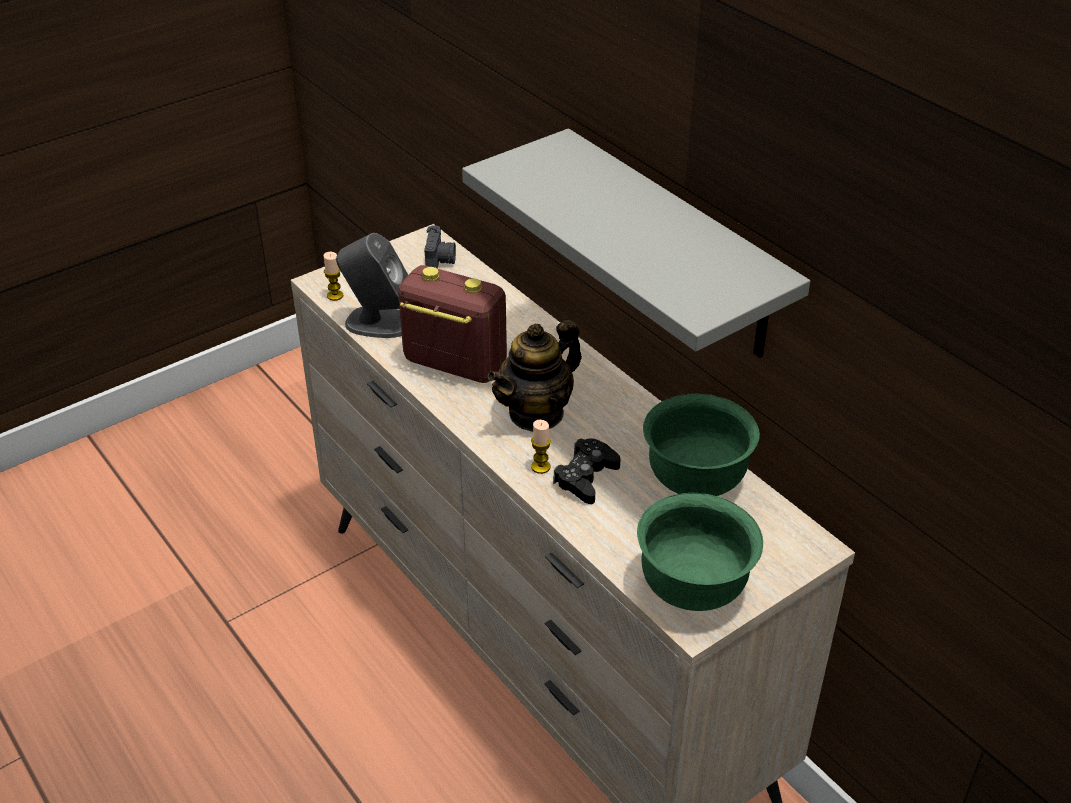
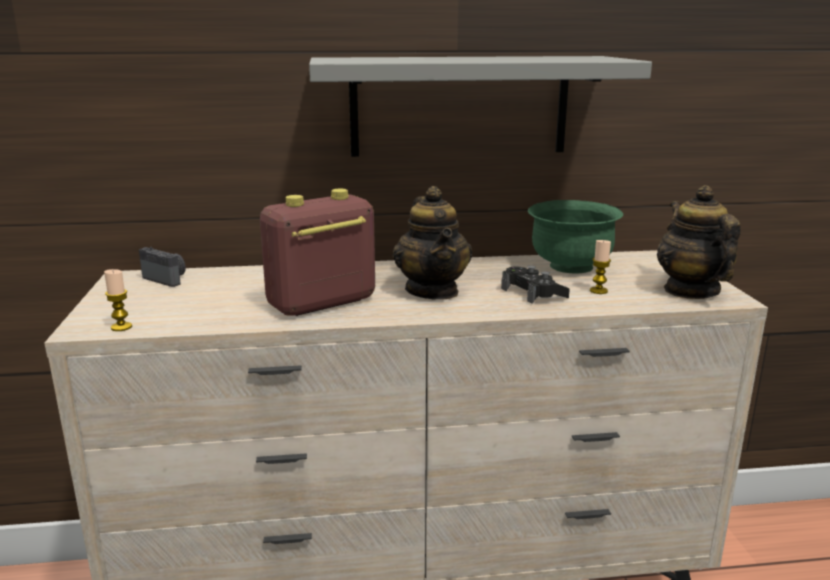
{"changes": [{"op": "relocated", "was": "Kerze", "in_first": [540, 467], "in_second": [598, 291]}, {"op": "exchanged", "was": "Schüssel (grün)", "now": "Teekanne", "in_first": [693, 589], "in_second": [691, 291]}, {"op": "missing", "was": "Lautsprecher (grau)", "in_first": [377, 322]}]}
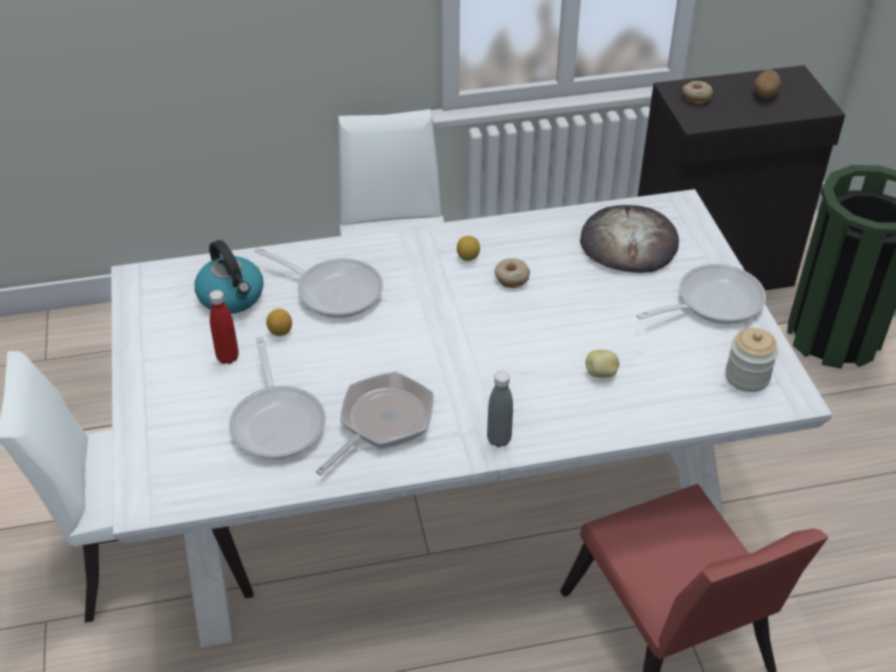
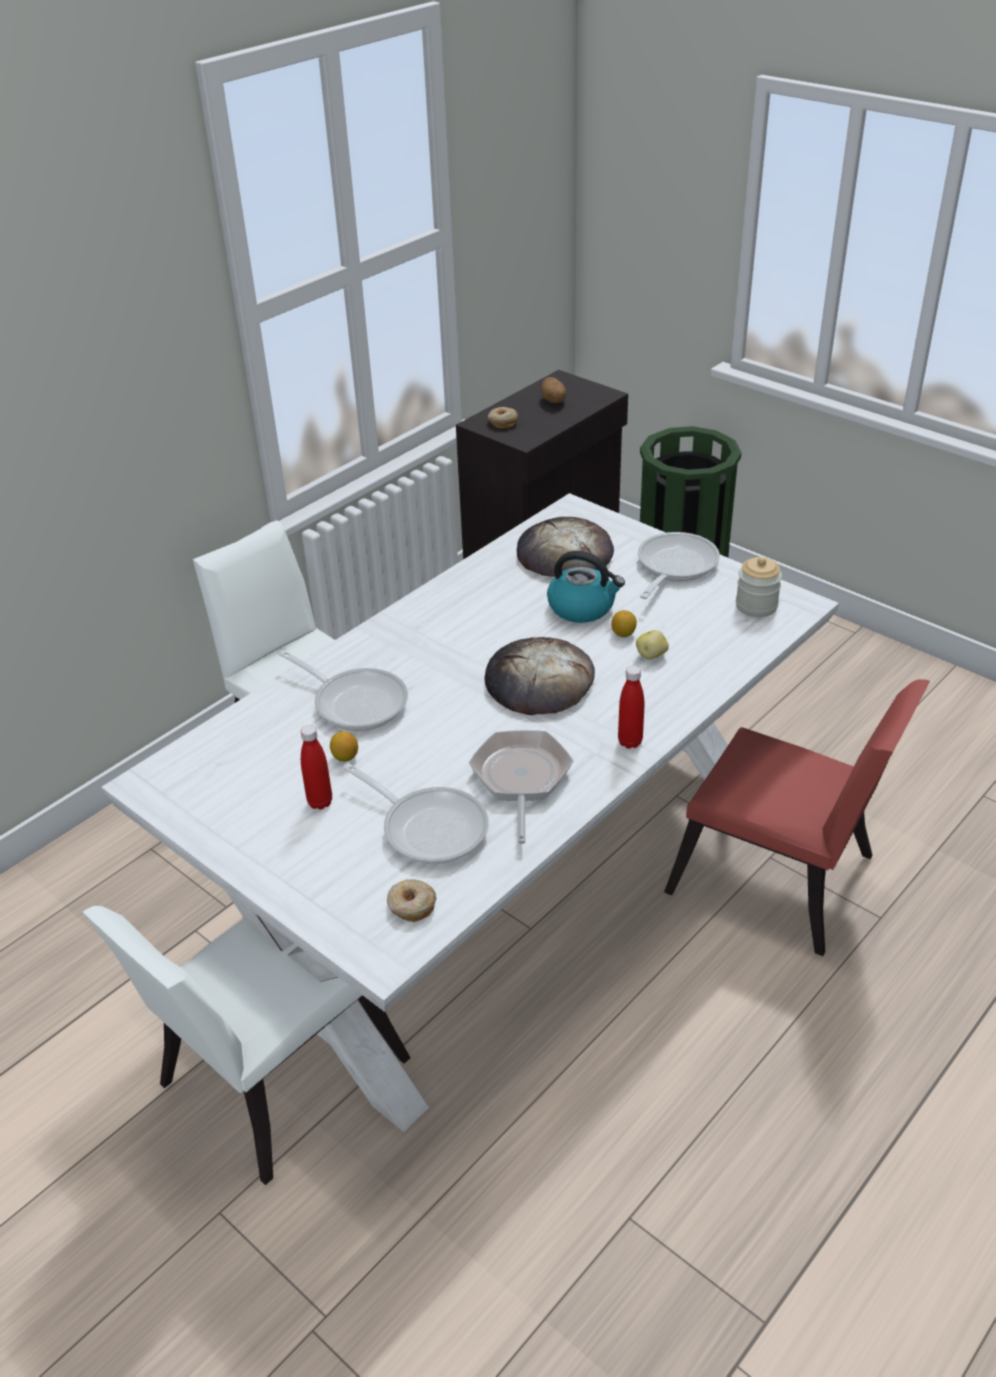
{"changes": [{"op": "spun", "was": "Pfanne", "in_first": [333, 290], "in_second": [355, 701], "clockwise": 45}, {"op": "relocated", "was": "Donut", "in_first": [511, 277], "in_second": [411, 906]}, {"op": "appeared", "now": "Brot", "in_second": [539, 681]}, {"op": "relocated", "was": "Wasserkessel", "in_first": [232, 297], "in_second": [582, 607]}, {"op": "relocated", "was": "Zitrone", "in_first": [468, 257], "in_second": [623, 634]}, {"op": "colour", "was": "Flasche (grau)", "now": "Flasche (rot)", "in_first": [499, 439], "in_second": [630, 742]}]}
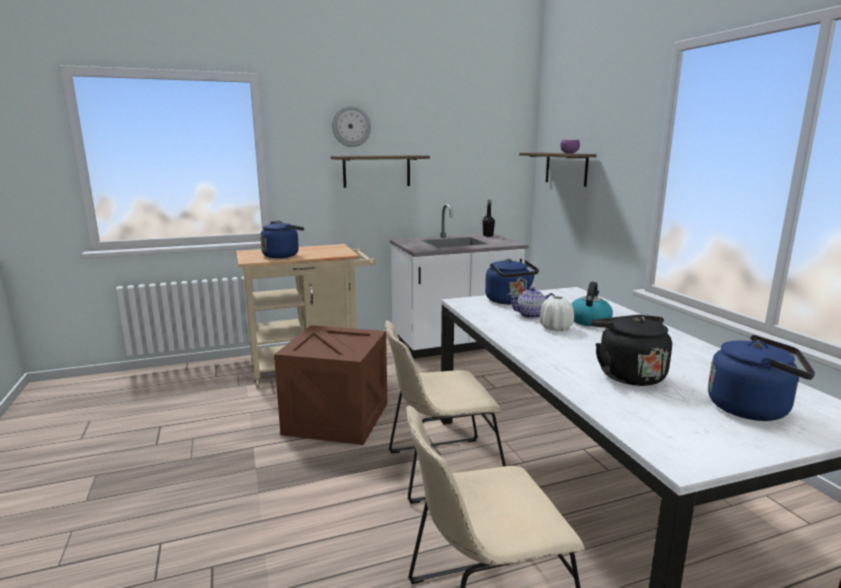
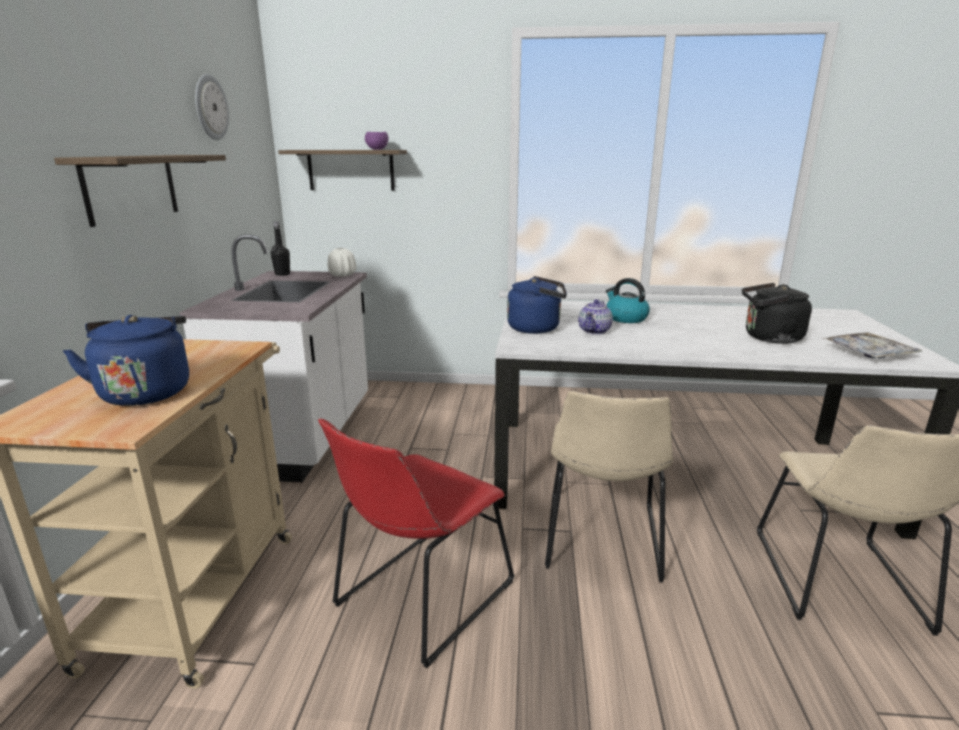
{"changes": [{"op": "relocated", "was": "Wanduhr", "in_first": [351, 126], "in_second": [210, 107]}, {"op": "exchanged", "was": "Kiste", "now": "Stuhl (rot)", "in_first": [337, 418], "in_second": [420, 598]}, {"op": "relocated", "was": "Vase (weiß)", "in_first": [555, 328], "in_second": [342, 275]}, {"op": "appeared", "now": "Tablett", "in_second": [869, 353]}, {"op": "missing", "was": "Wasserkessel (blau)", "in_first": [753, 409]}]}
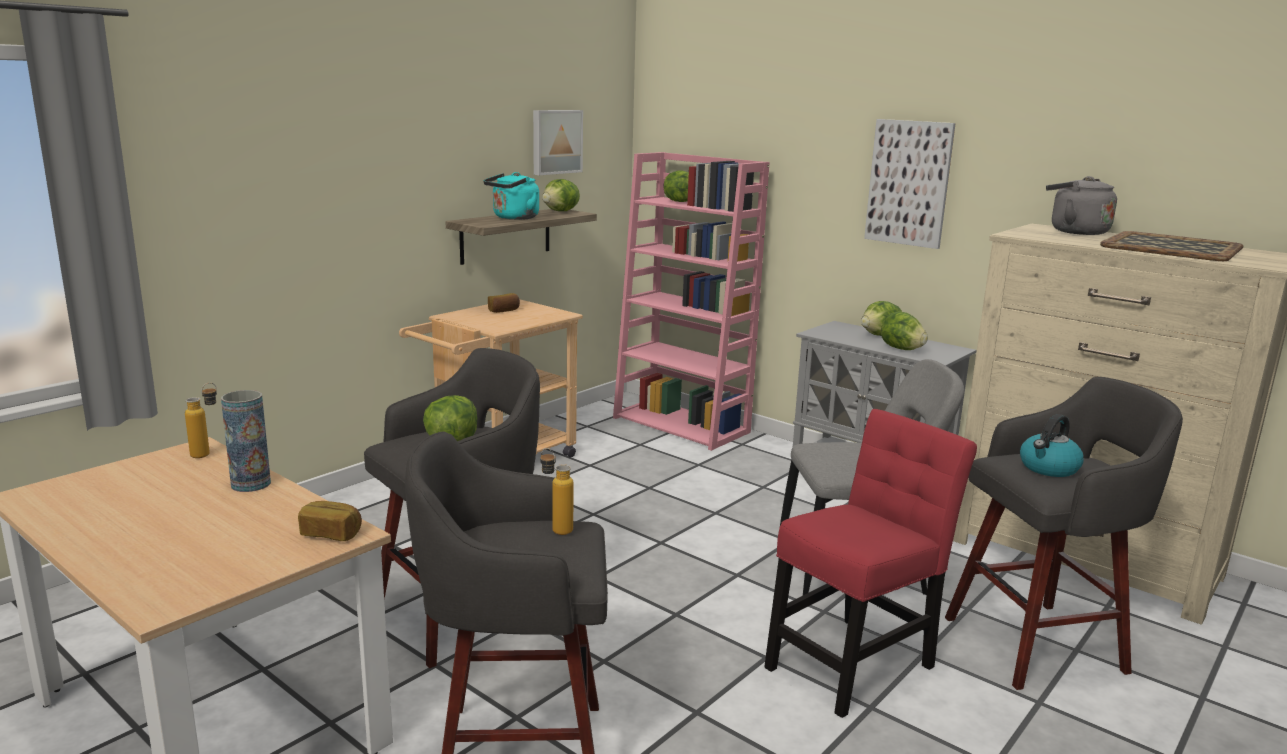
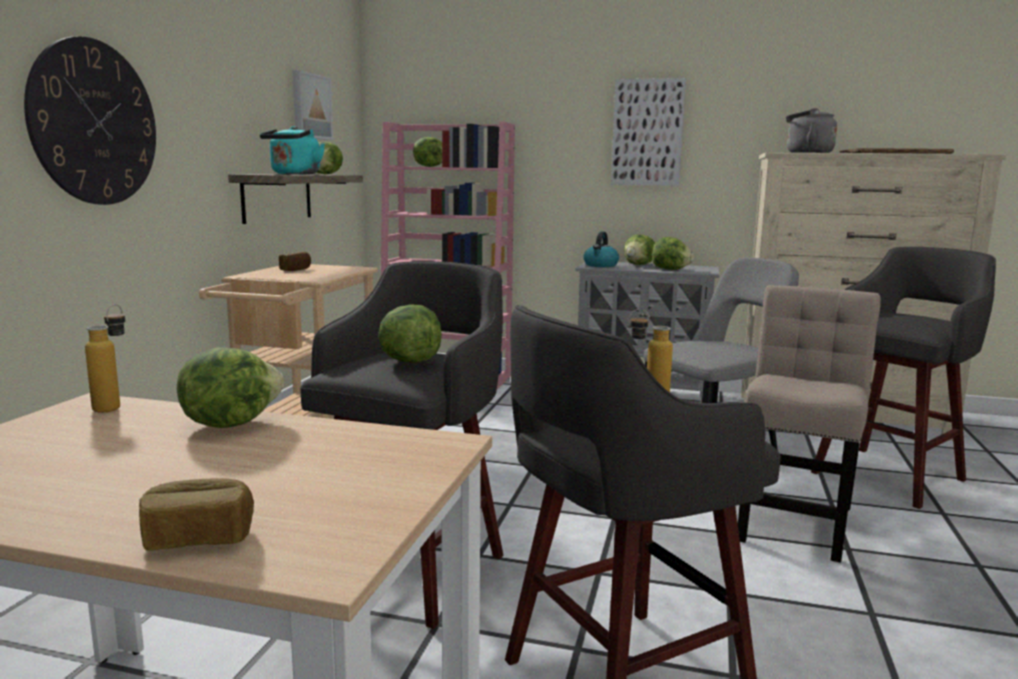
{"changes": [{"op": "appeared", "now": "Wanduhr", "in_second": [94, 123]}, {"op": "relocated", "was": "Brot", "in_first": [331, 534], "in_second": [199, 538]}, {"op": "exchanged", "was": "Vase", "now": "Salatkopf", "in_first": [251, 484], "in_second": [230, 423]}, {"op": "relocated", "was": "Wasserkessel", "in_first": [1048, 468], "in_second": [600, 265]}, {"op": "colour", "was": "Stuhl (rot)", "now": "Stuhl (beige)", "in_first": [854, 662], "in_second": [794, 519]}]}
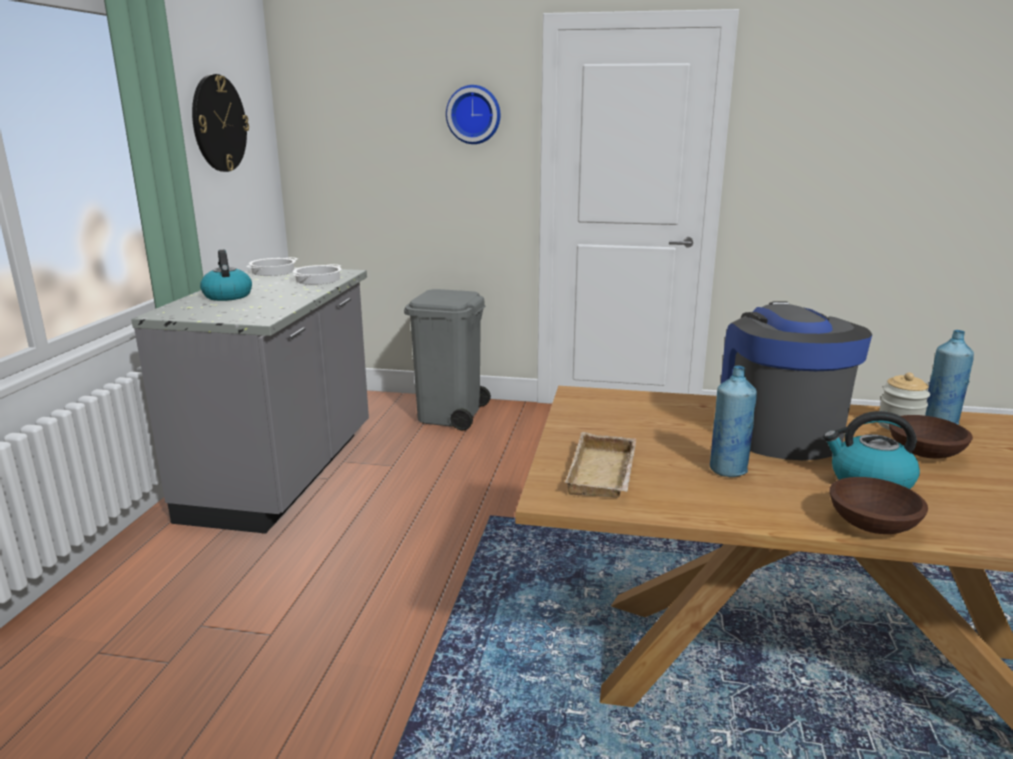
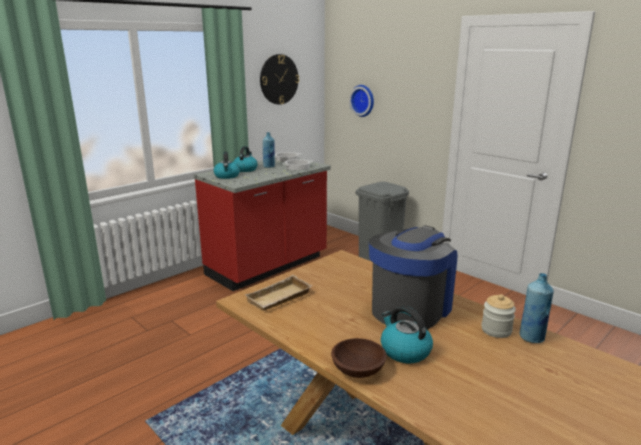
{"changes": [{"op": "colour", "was": "Küchenzeile (grau)", "now": "Küchenzeile (rot)", "in_first": [284, 475], "in_second": [268, 267]}, {"op": "appeared", "now": "Wasserkessel", "in_second": [227, 176]}, {"op": "relocated", "was": "Flasche (blau)", "in_first": [728, 470], "in_second": [269, 167]}, {"op": "relocated", "was": "Wanduhr", "in_first": [474, 114], "in_second": [363, 100]}, {"op": "missing", "was": "Schüssel (braun)", "in_first": [923, 452]}]}
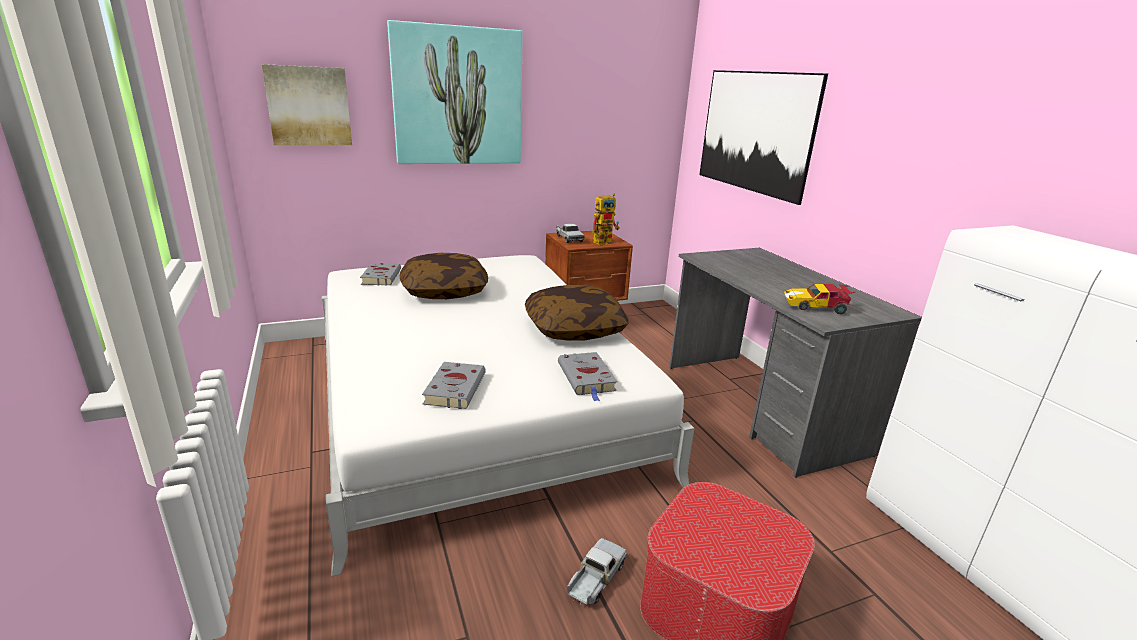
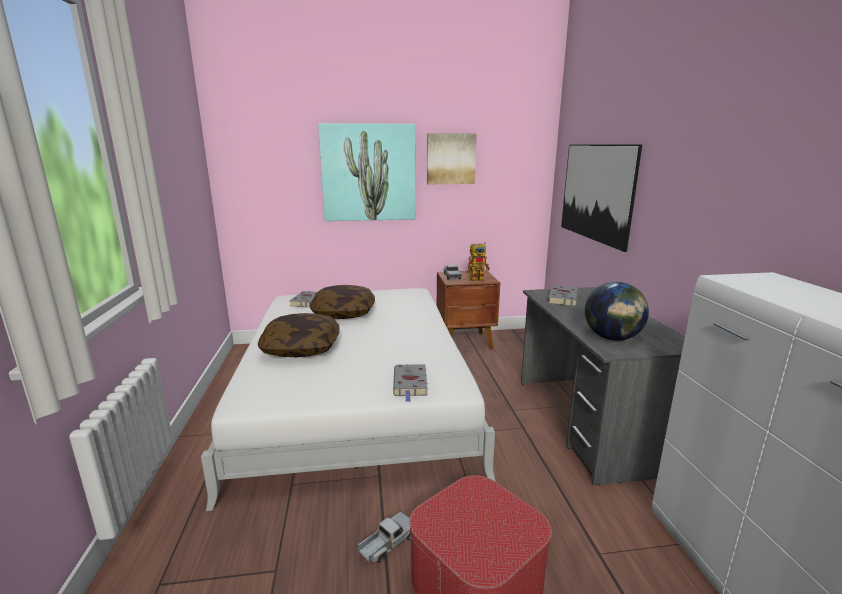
{"changes": [{"op": "relocated", "was": "Kissen", "in_first": [574, 329], "in_second": [301, 348]}, {"op": "relocated", "was": "Bild", "in_first": [309, 106], "in_second": [450, 159]}, {"op": "relocated", "was": "Buch (grau)", "in_first": [455, 388], "in_second": [563, 298]}, {"op": "exchanged", "was": "Spielzeugauto", "now": "Globus", "in_first": [816, 307], "in_second": [612, 338]}]}
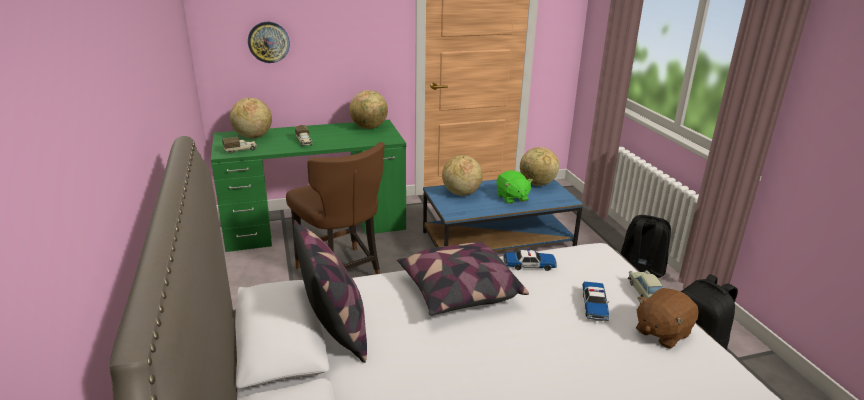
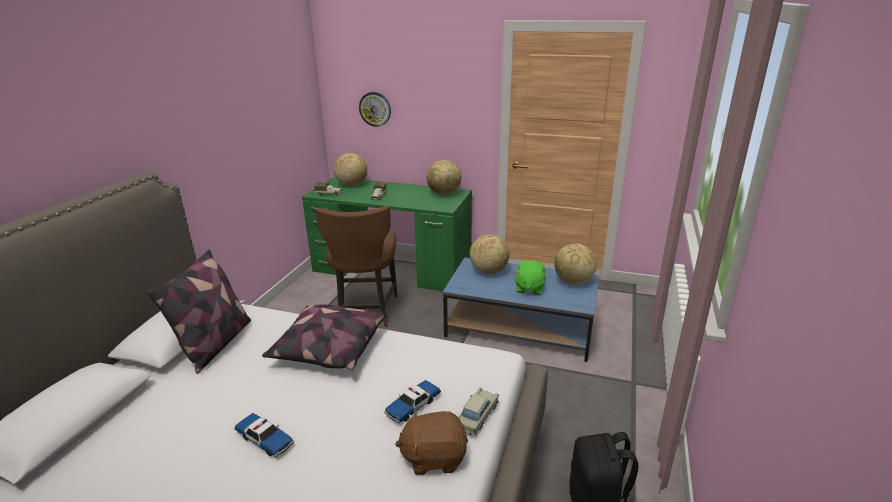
{"changes": [{"op": "relocated", "was": "Spielzeugauto", "in_first": [529, 265], "in_second": [265, 439]}, {"op": "missing", "was": "Rucksack (schwarz)", "in_first": [640, 271]}]}
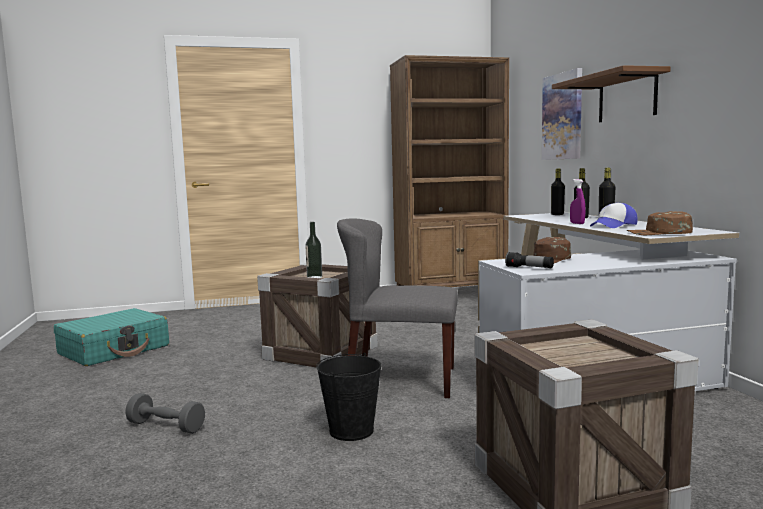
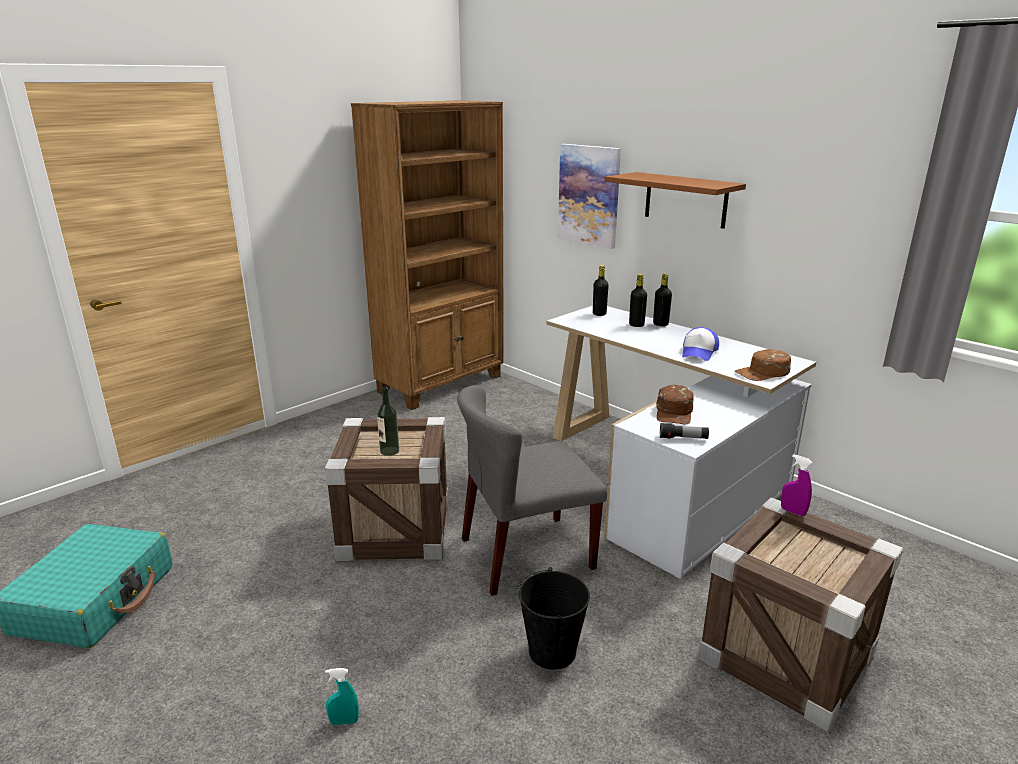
{"changes": [{"op": "exchanged", "was": "Hantel (grau)", "now": "Sprühflasche (türkis)", "in_first": [166, 426], "in_second": [344, 721]}, {"op": "relocated", "was": "Sprühflasche (lila)", "in_first": [577, 223], "in_second": [793, 511]}]}
